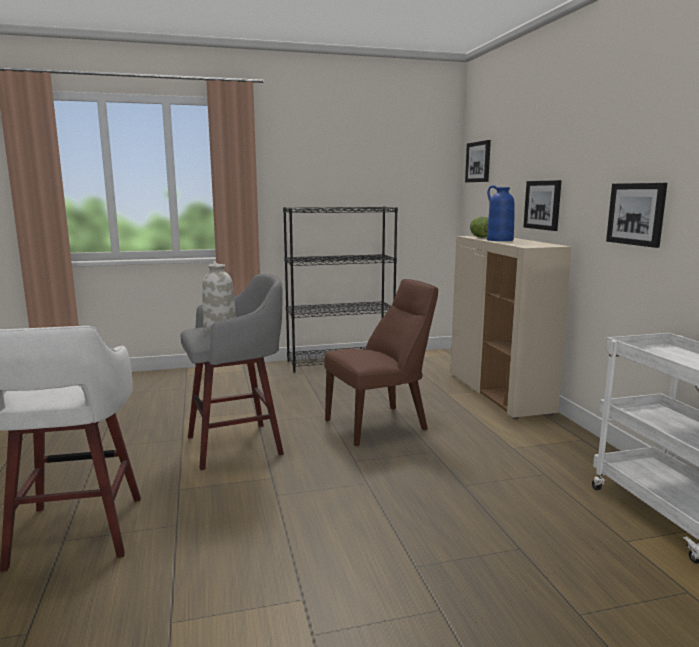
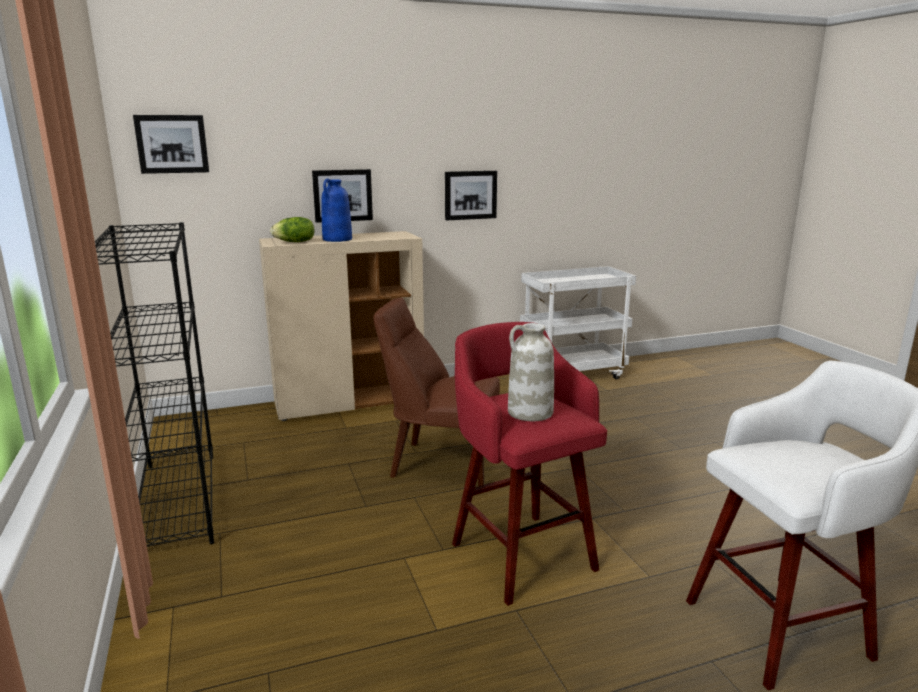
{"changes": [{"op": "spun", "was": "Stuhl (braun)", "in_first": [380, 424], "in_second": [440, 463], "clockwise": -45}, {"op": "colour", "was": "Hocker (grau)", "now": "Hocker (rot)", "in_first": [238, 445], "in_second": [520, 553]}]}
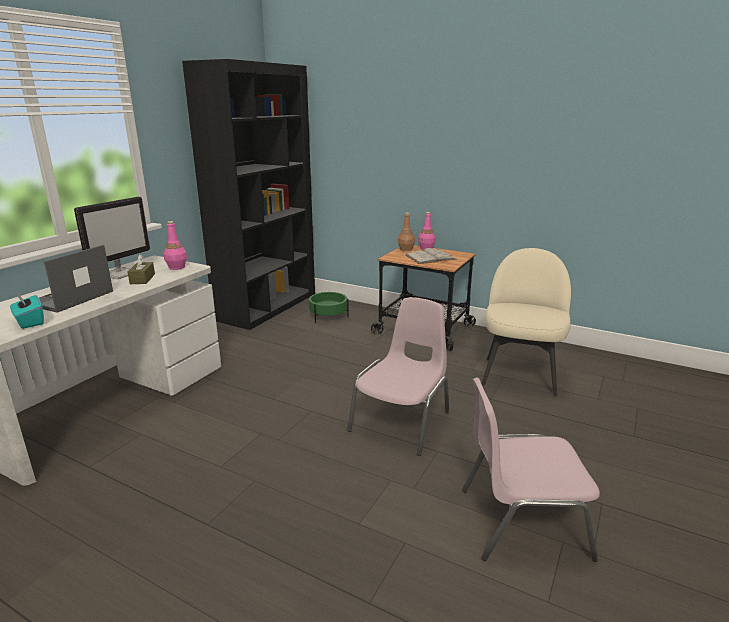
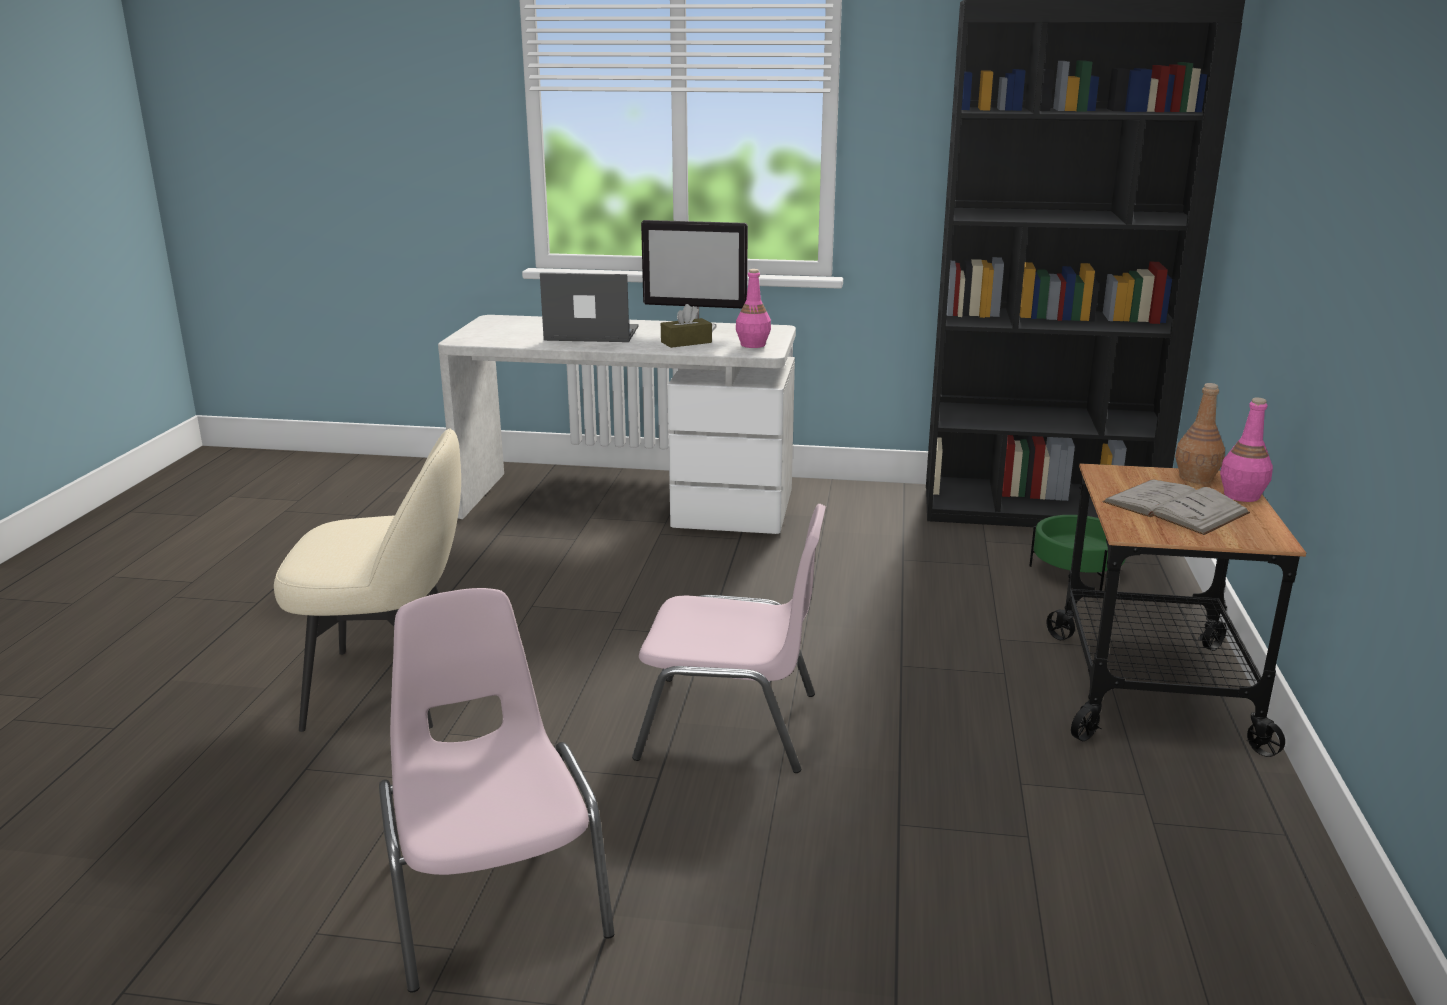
{"changes": [{"op": "relocated", "was": "Stuhl (beige)", "in_first": [519, 375], "in_second": [390, 687]}, {"op": "missing", "was": "Taschentuchbox (türkis)", "in_first": [30, 322]}]}
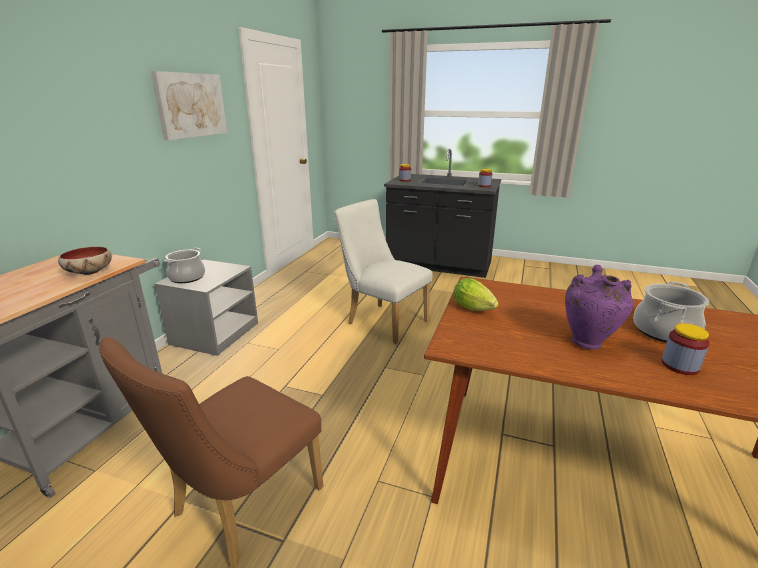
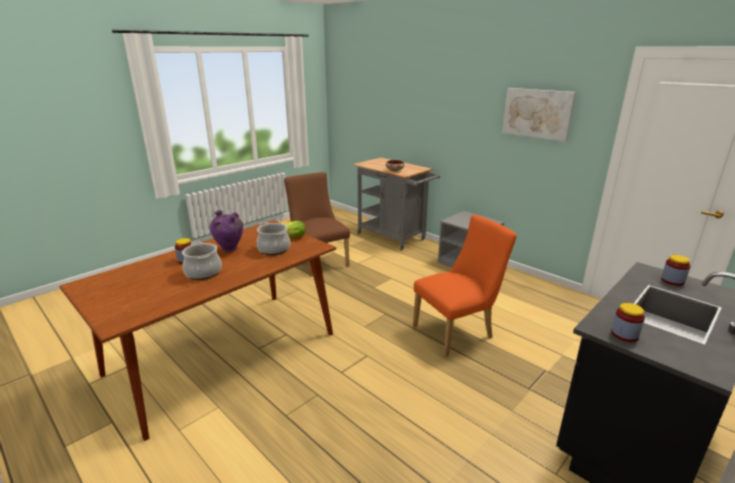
{"changes": [{"op": "relocated", "was": "Kochtopf", "in_first": [187, 277], "in_second": [274, 249]}, {"op": "colour", "was": "Stuhl (weiß)", "now": "Stuhl (orange)", "in_first": [382, 321], "in_second": [457, 331]}]}
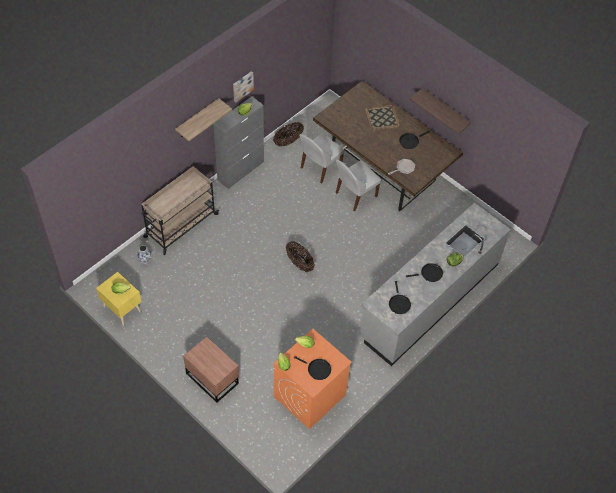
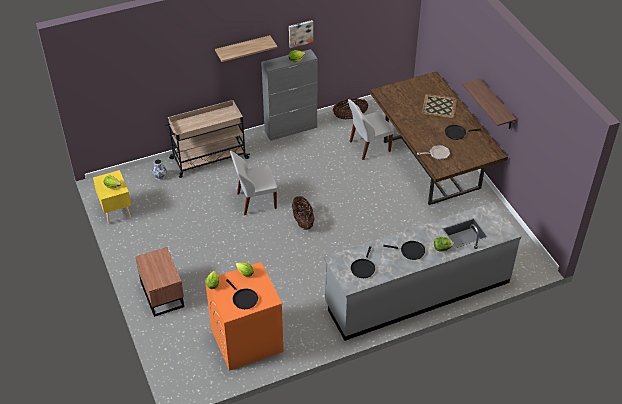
{"changes": [{"op": "relocated", "was": "Stuhl (weiß)", "in_first": [355, 195], "in_second": [255, 201]}]}
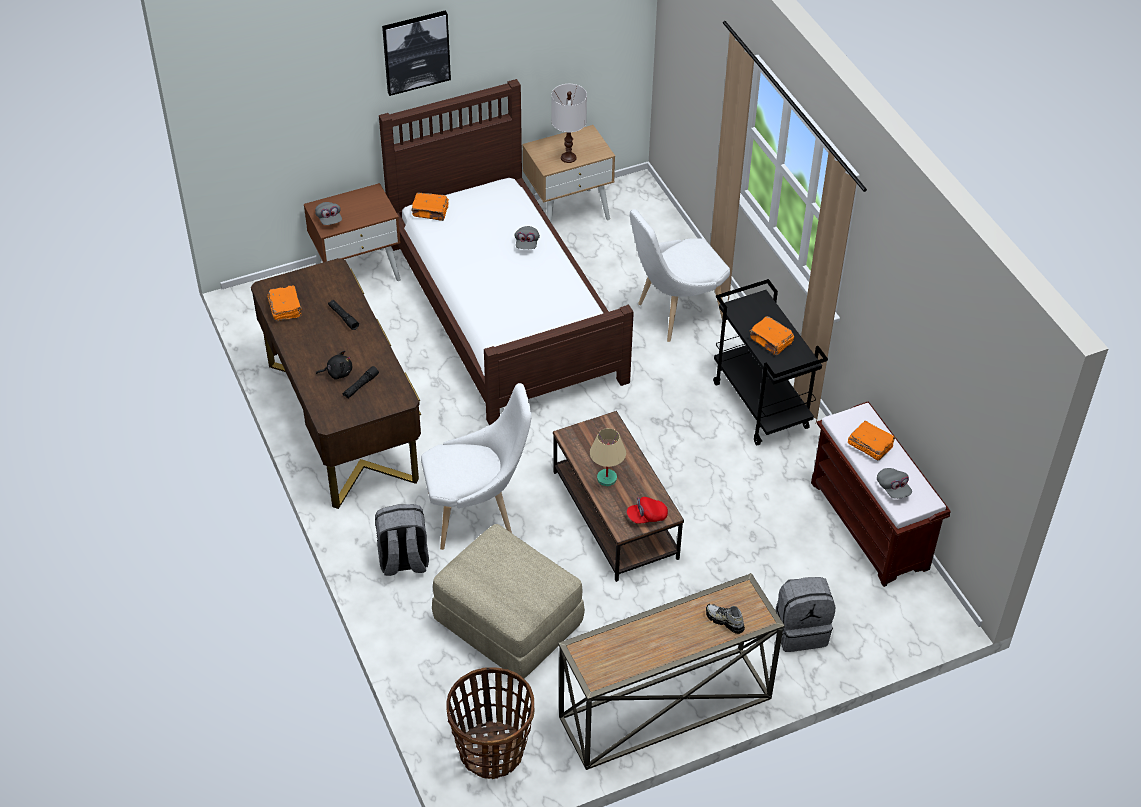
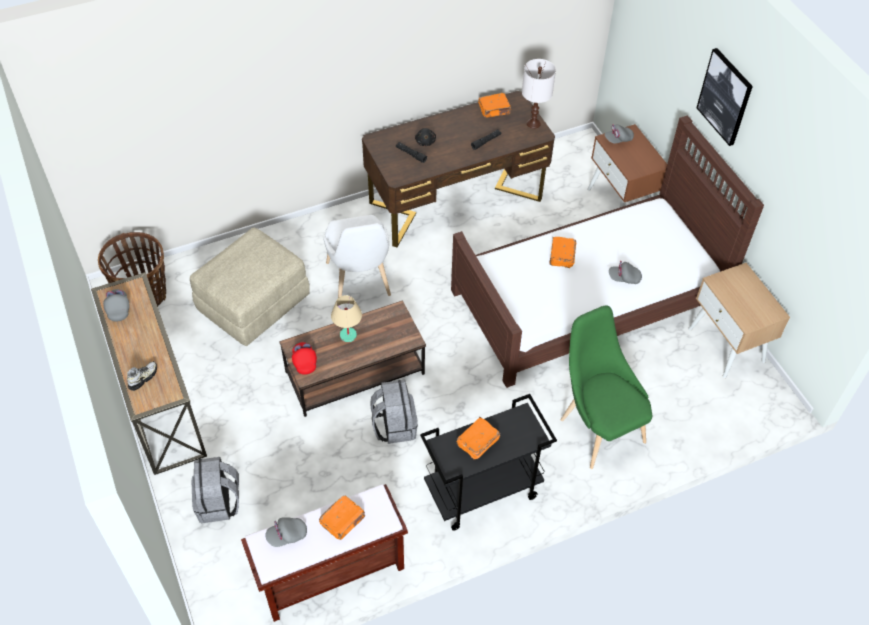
{"changes": [{"op": "appeared", "now": "Kappe (grau)", "in_second": [118, 309]}, {"op": "relocated", "was": "Rucksack (grau)", "in_first": [403, 561], "in_second": [394, 425]}, {"op": "relocated", "was": "Tischlampe (weiß)", "in_first": [568, 157], "in_second": [533, 123]}, {"op": "relocated", "was": "Buch (orange)", "in_first": [430, 212], "in_second": [561, 256]}, {"op": "colour", "was": "Stuhl (weiß)", "now": "Stuhl (grün)", "in_first": [675, 314], "in_second": [598, 427]}]}
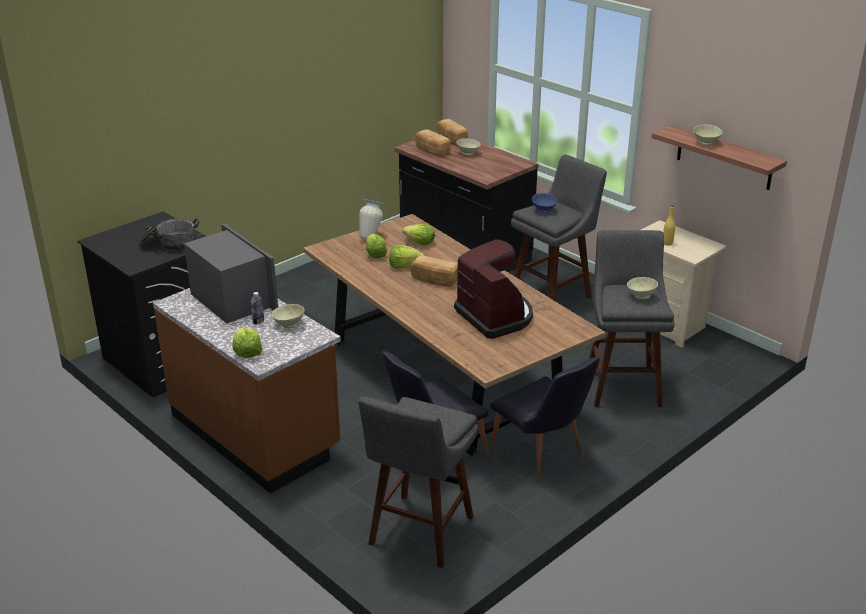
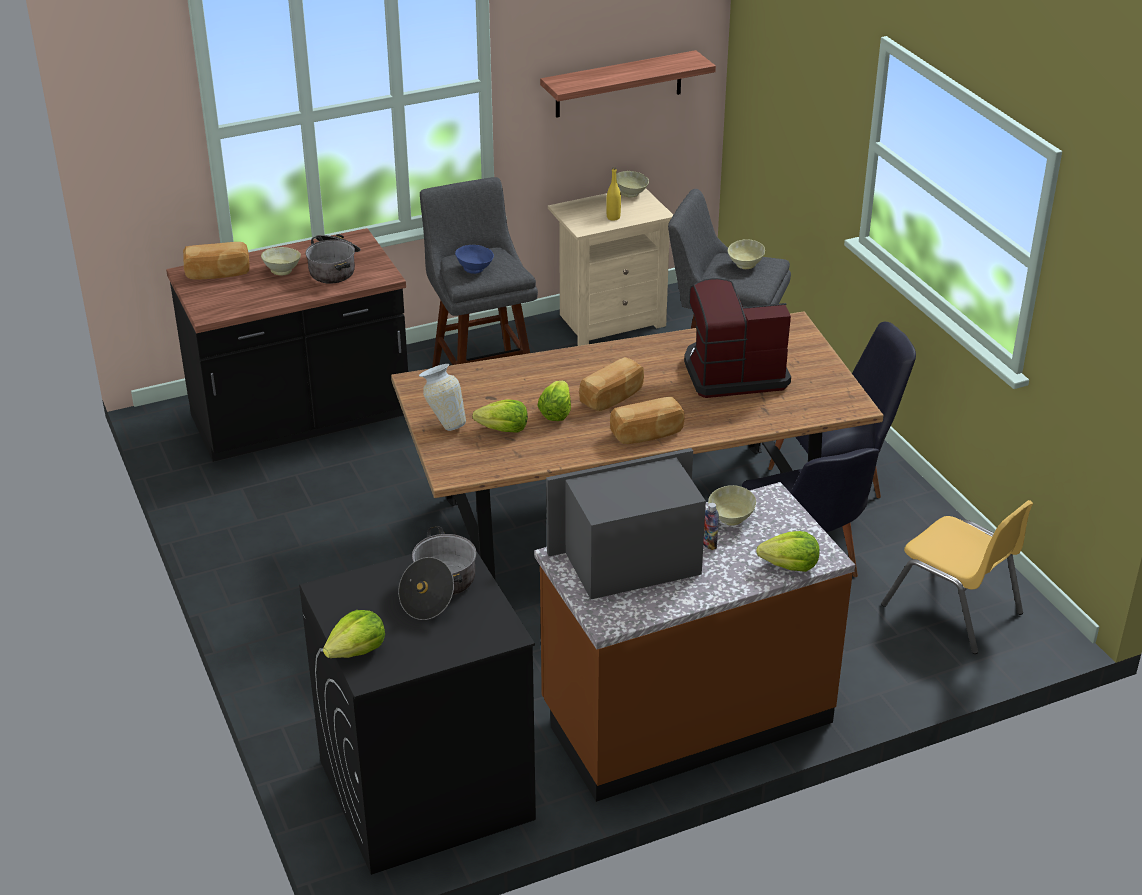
{"changes": [{"op": "appeared", "now": "Kochtopf", "in_second": [335, 268]}, {"op": "relocated", "was": "Salatkopf", "in_first": [419, 242], "in_second": [357, 650]}, {"op": "relocated", "was": "Brot", "in_first": [432, 151], "in_second": [647, 434]}, {"op": "relocated", "was": "Schüssel (beige)", "in_first": [705, 143], "in_second": [631, 194]}, {"op": "exchanged", "was": "Hocker (grau)", "now": "Stuhl (gelb)", "in_first": [419, 534], "in_second": [952, 609]}]}
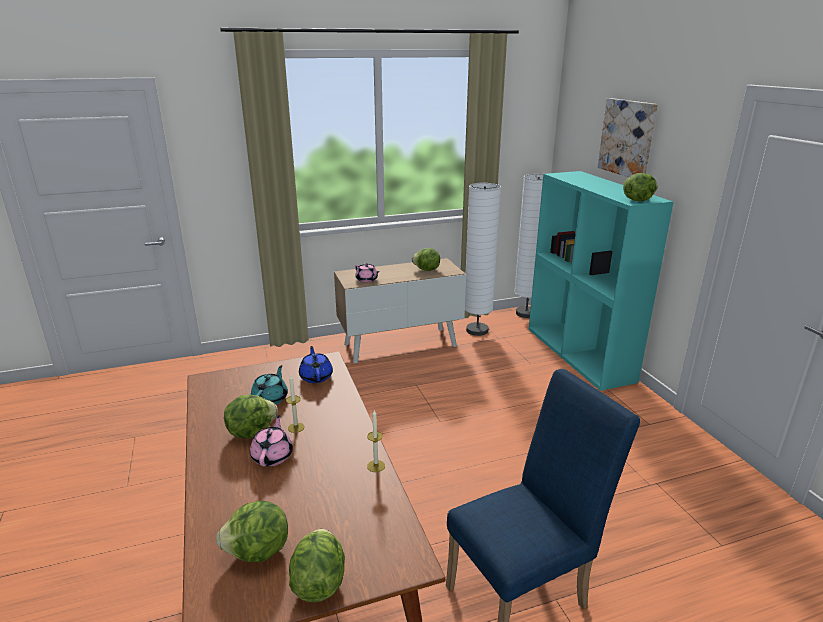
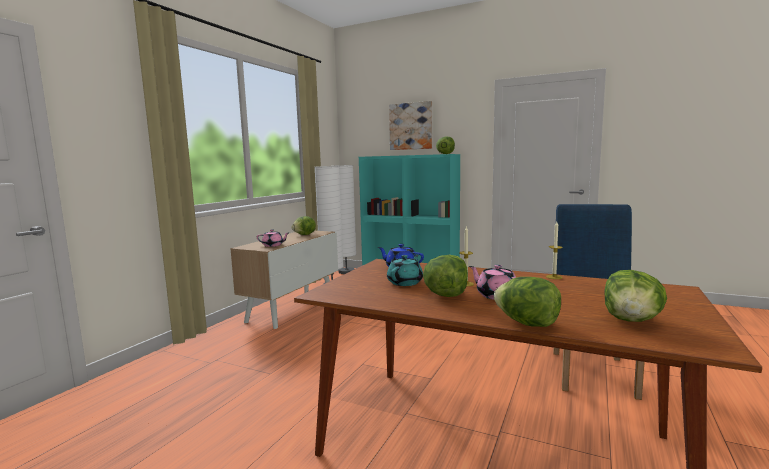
{"changes": [{"op": "spun", "was": "Teekanne (türkis)", "in_first": [270, 398], "in_second": [405, 282], "clockwise": 60}, {"op": "relocated", "was": "Salatkopf", "in_first": [319, 582], "in_second": [527, 323]}]}
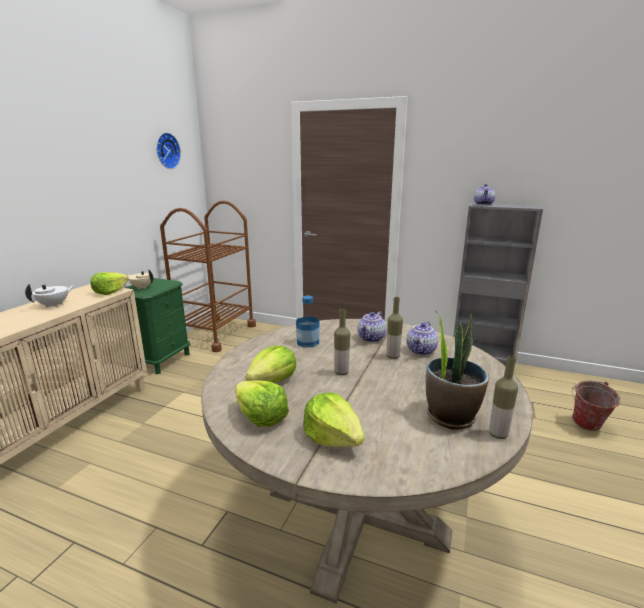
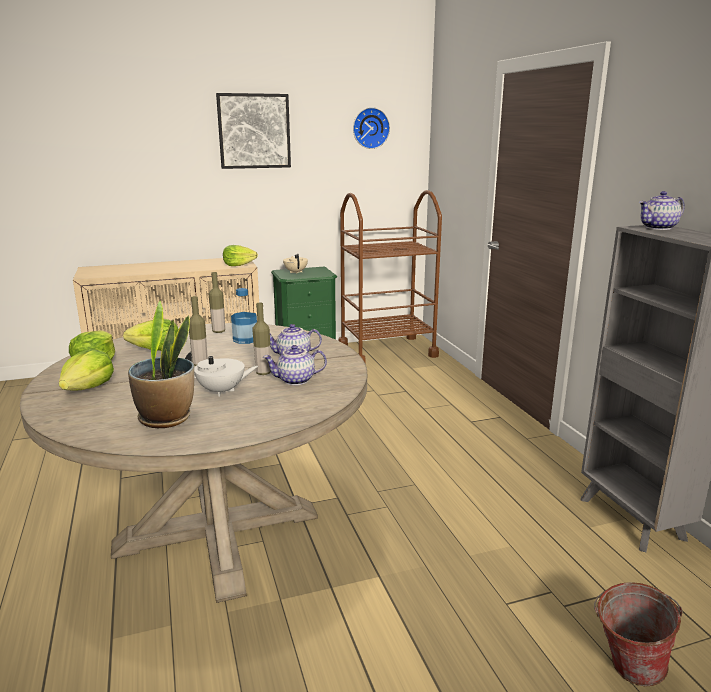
{"changes": [{"op": "relocated", "was": "Teekanne (weiß)", "in_first": [54, 305], "in_second": [222, 391]}, {"op": "relocated", "was": "Flasche", "in_first": [498, 434], "in_second": [218, 331]}, {"op": "appeared", "now": "Bild", "in_second": [254, 131]}]}
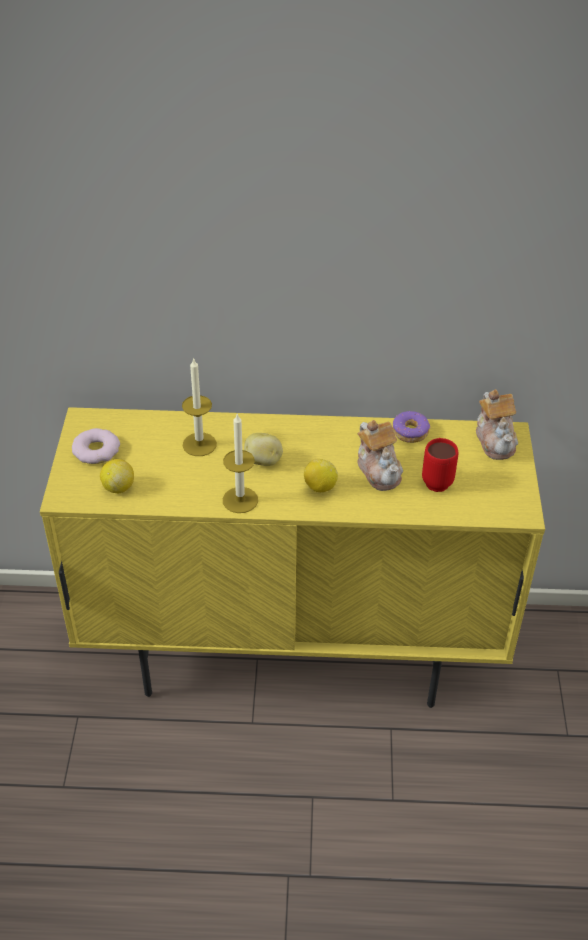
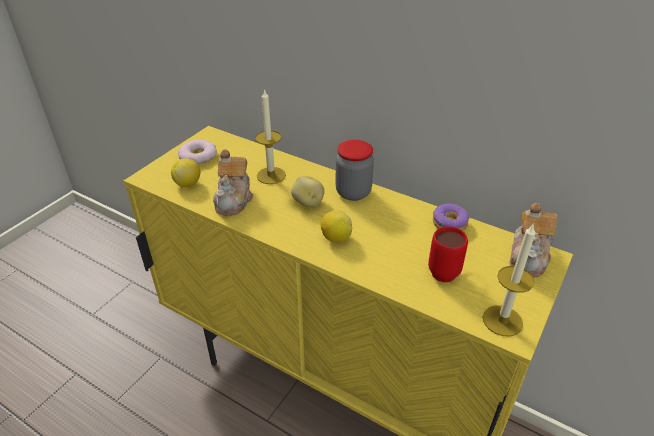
{"changes": [{"op": "relocated", "was": "Teekanne", "in_first": [379, 470], "in_second": [234, 199]}, {"op": "appeared", "now": "Vorratsglas", "in_second": [353, 192]}, {"op": "relocated", "was": "Kerze", "in_first": [240, 500], "in_second": [502, 320]}]}
